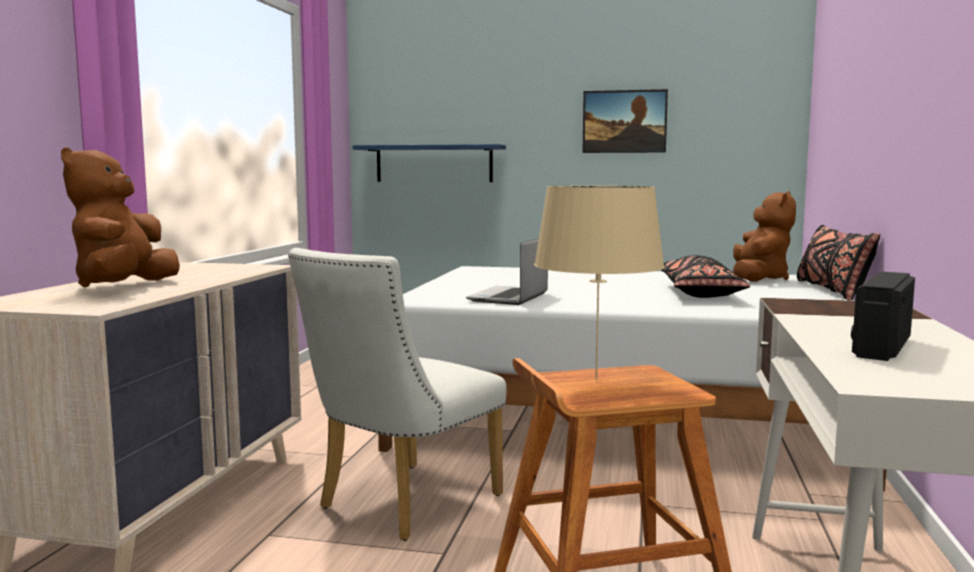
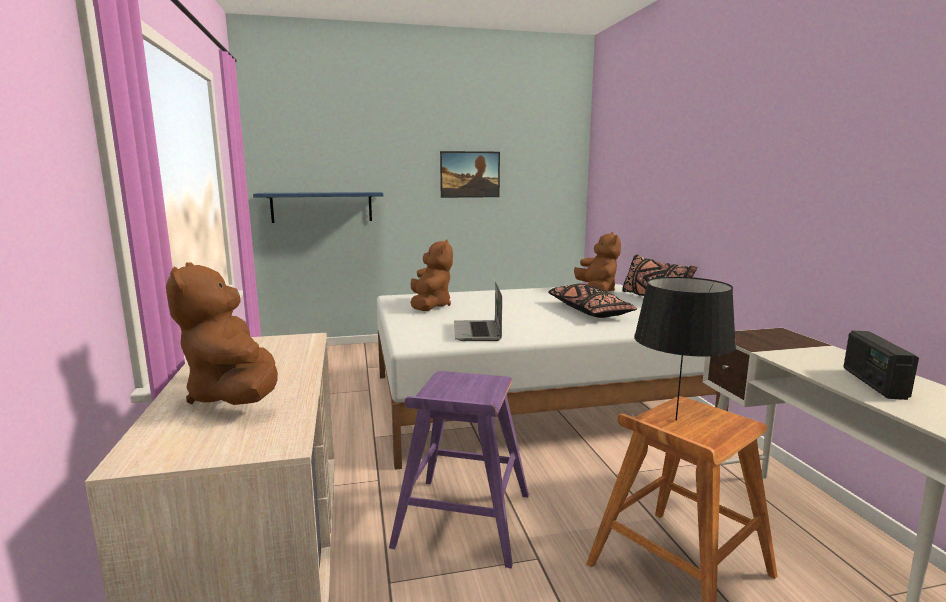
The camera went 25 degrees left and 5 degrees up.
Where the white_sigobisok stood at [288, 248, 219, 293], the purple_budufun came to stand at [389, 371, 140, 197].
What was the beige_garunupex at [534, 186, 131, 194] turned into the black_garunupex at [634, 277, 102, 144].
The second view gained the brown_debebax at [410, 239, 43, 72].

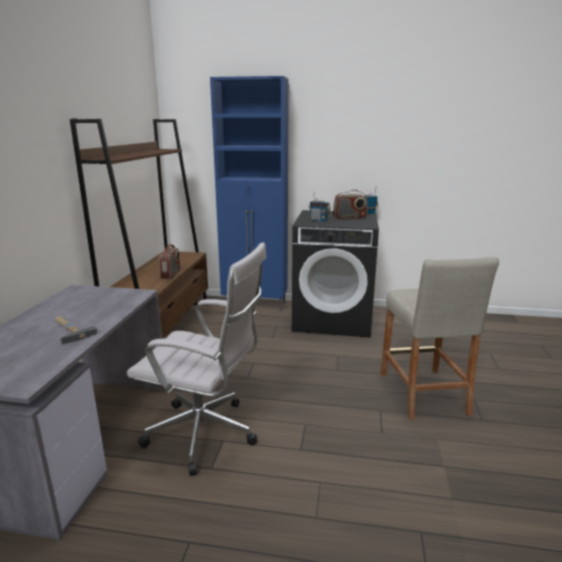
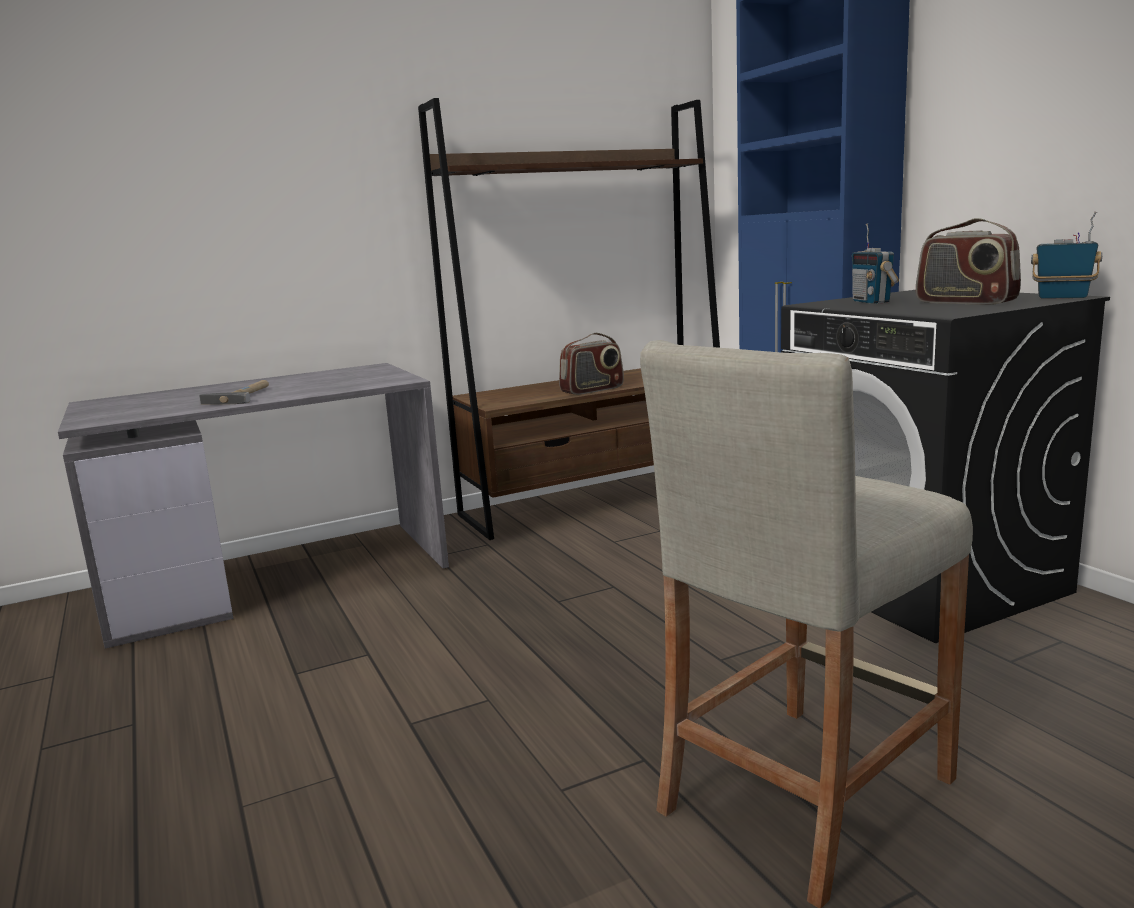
The camera went 55 degrees right and 5 degrees down.
The second view lost the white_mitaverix at [127, 242, 140, 234].

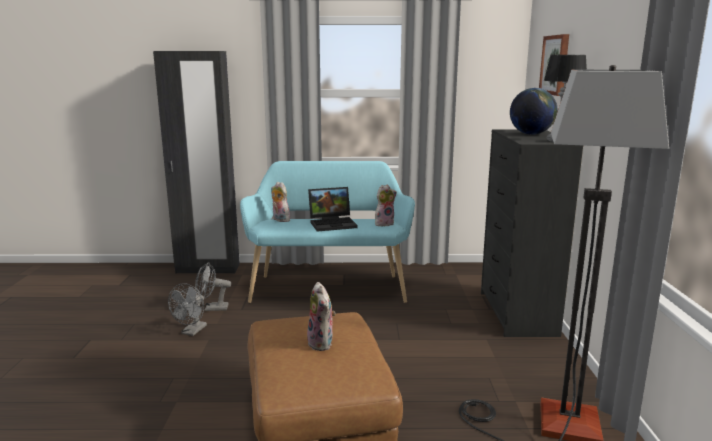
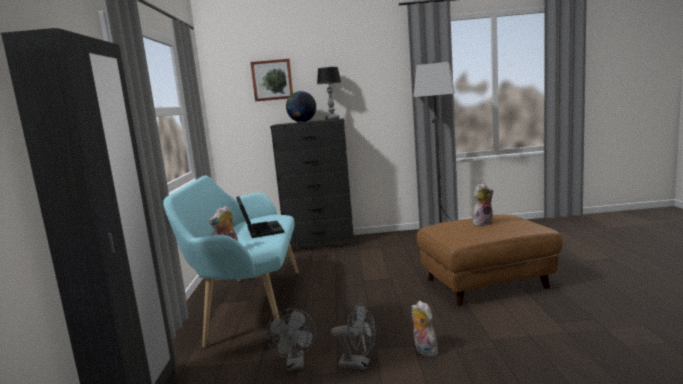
The camera went 90 degrees left and 5 degrees down.
The debebax ended up elsewhere, having gone from [375, 185, 22, 41] to [411, 301, 30, 56].

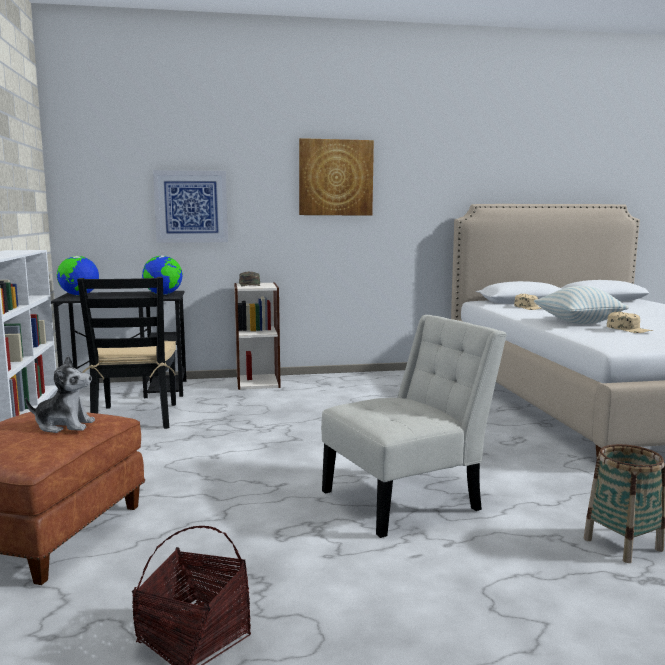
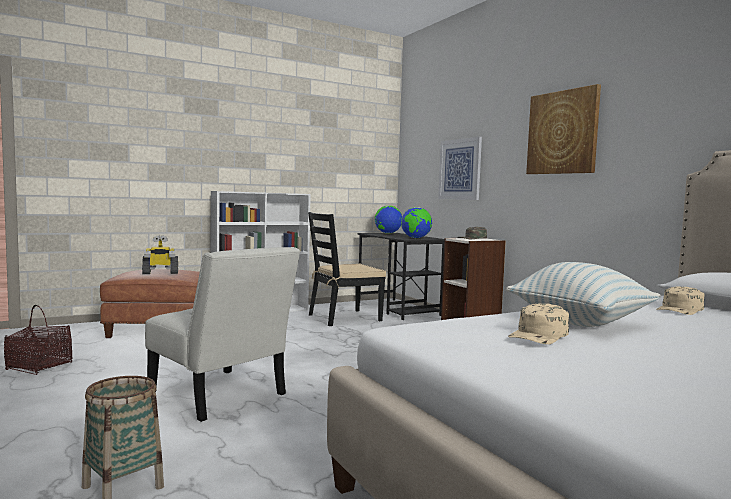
The camera went 70 degrees right and 5 degrees down.
Where the debebax stood at [26, 356, 69, 77], the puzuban came to stand at [142, 235, 36, 39].

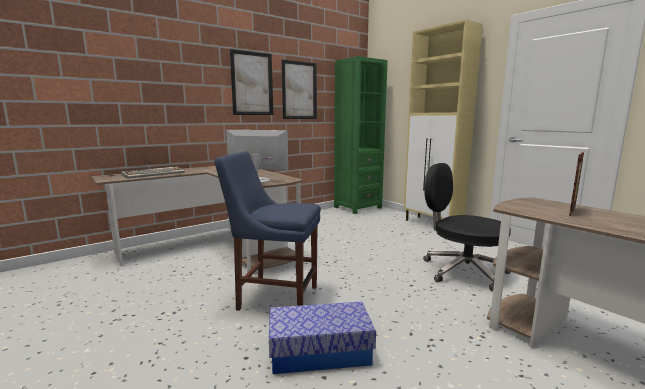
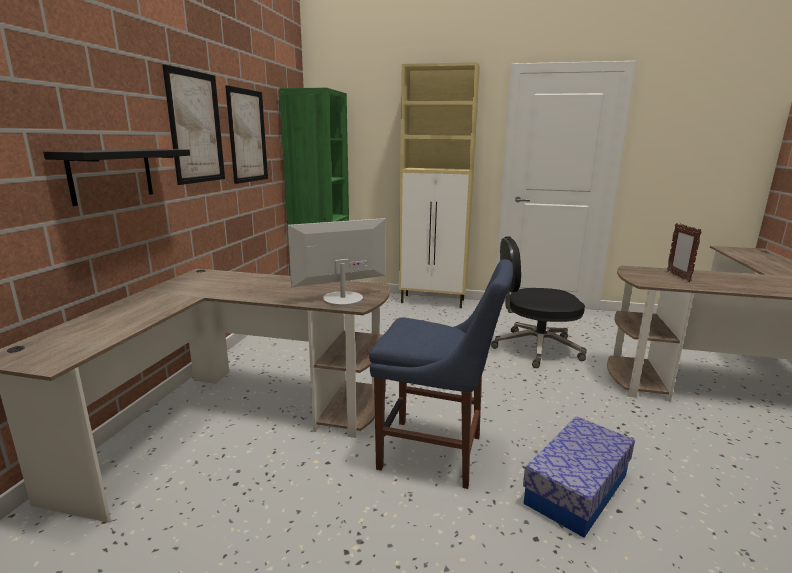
The camera went 40 degrees left and 5 degrees up.
The second view lost the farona at [121, 166, 64, 13].
The blue_sigobisok at [214, 151, 107, 160] ended up facing another way, 135 degrees counterclockwise from before.
The second view gained the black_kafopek at [43, 149, 147, 57].

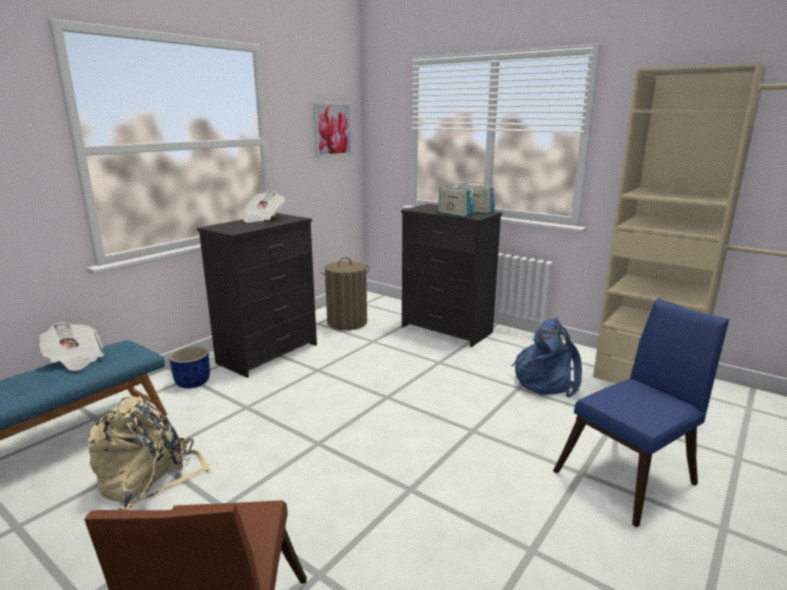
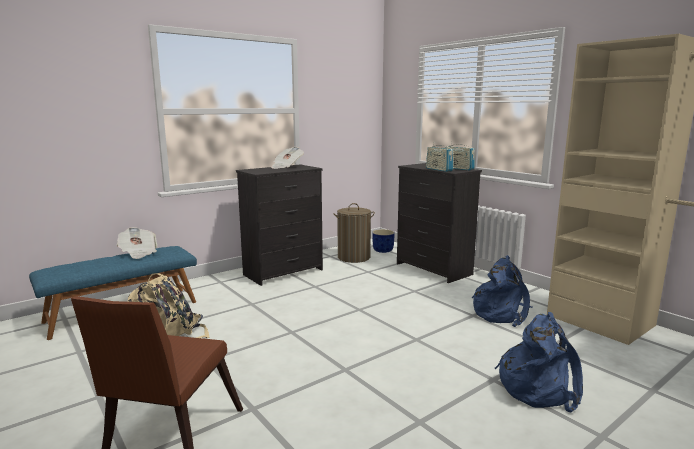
The camera went 15 degrees right and 5 degrees down.
The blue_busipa ended up elsewhere, having gone from [169, 346, 41, 43] to [372, 229, 23, 24].
The second view lost the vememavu at [313, 102, 39, 56].
Where the blue_sigobisok stood at [553, 298, 176, 230], the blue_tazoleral came to stand at [495, 312, 88, 100].

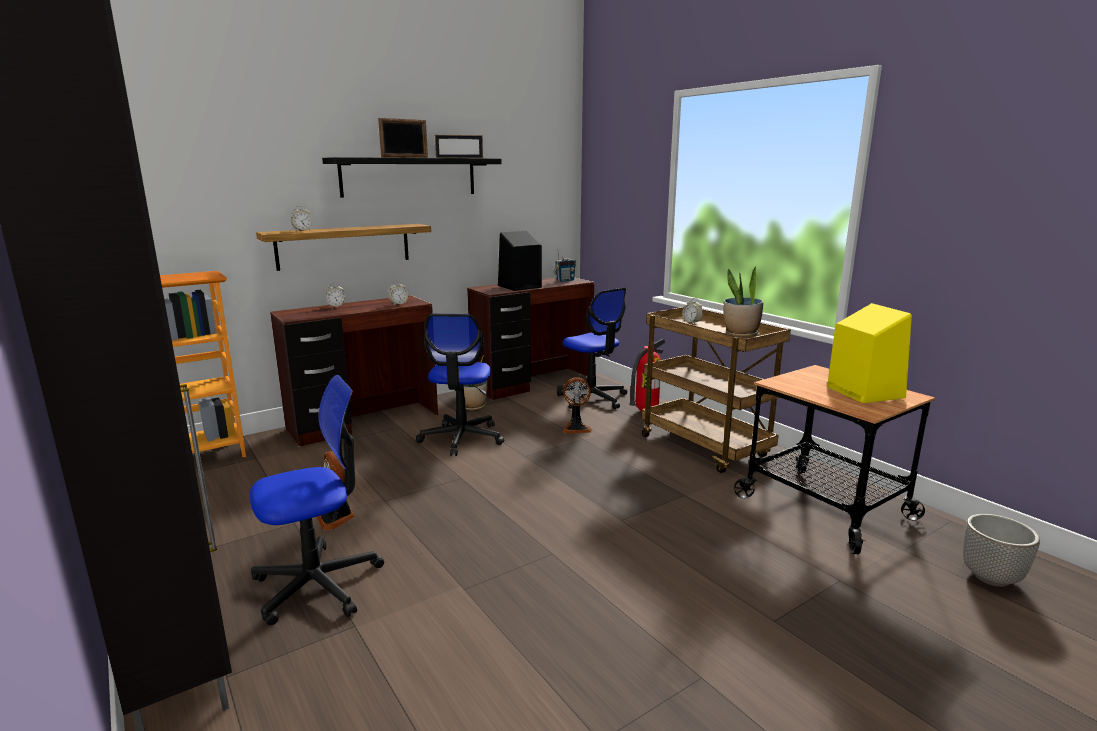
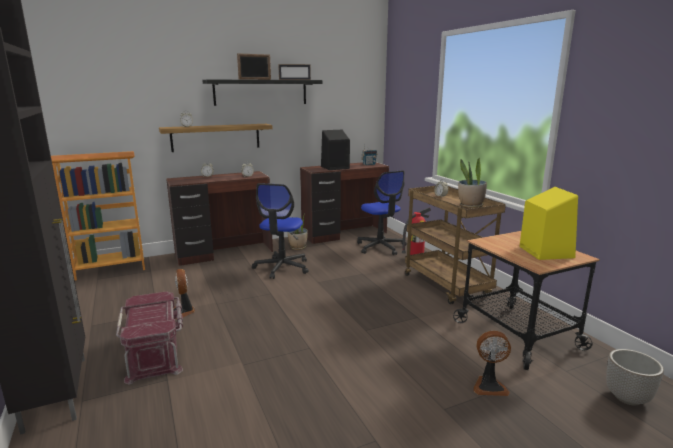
The camera went 10 degrees right and 0 degrees up.
Where the mitaverix stood at [250, 375, 134, 250], the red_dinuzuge came to stand at [116, 291, 67, 94].
The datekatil ended up elsewhere, having gone from [562, 377, 31, 57] to [473, 331, 38, 65].

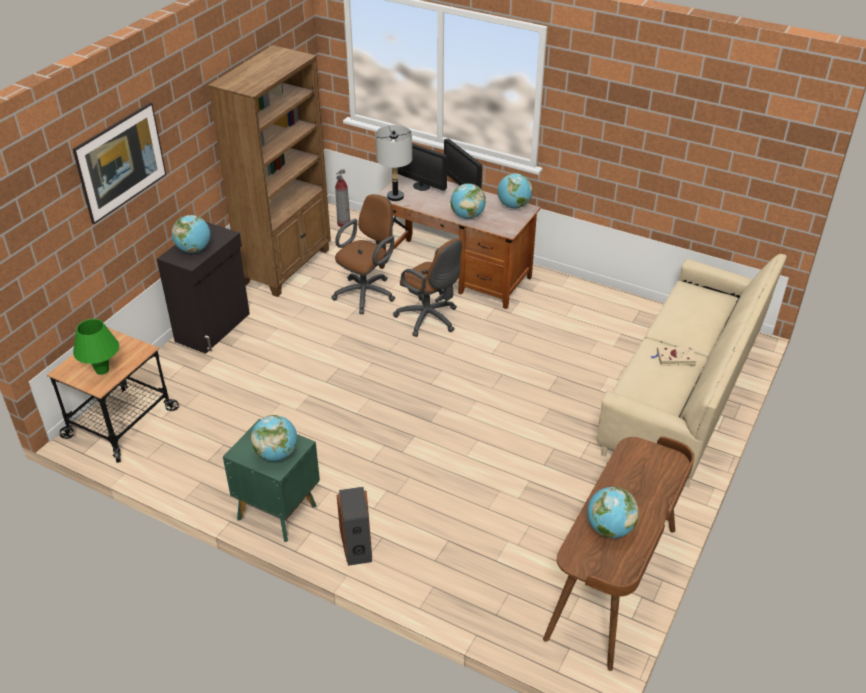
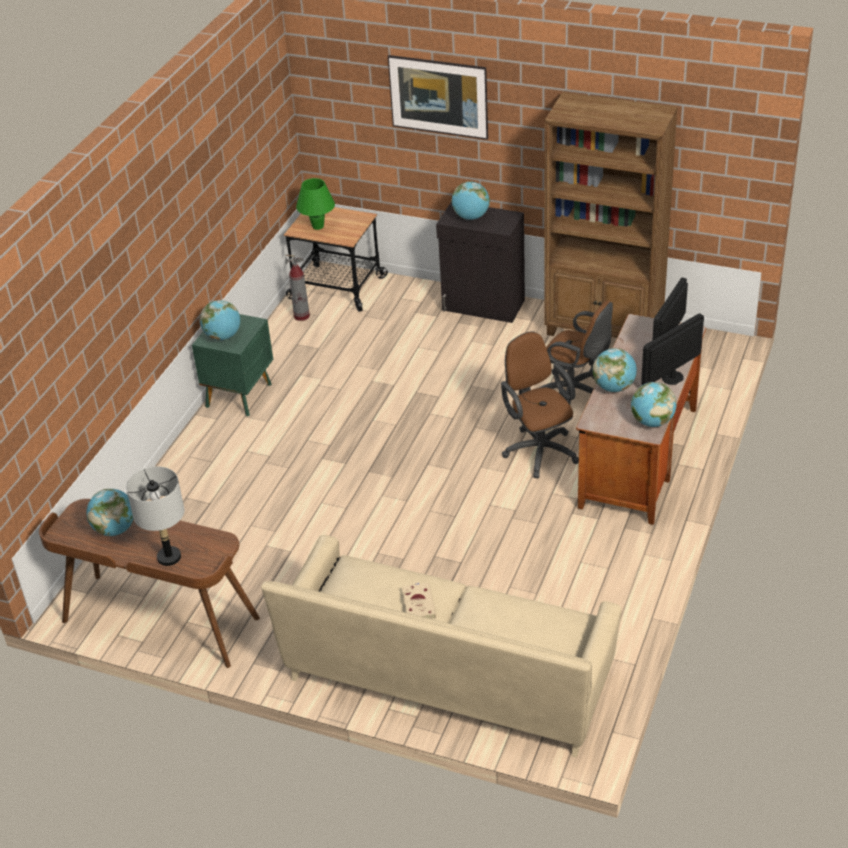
The camera went 85 degrees right and 0 degrees up.
The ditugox ended up elsewhere, having gone from [335, 169, 15, 58] to [285, 255, 25, 66].
The second view lost the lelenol at [337, 487, 35, 79].
The grey_garunupex ended up elsewhere, having gone from [376, 125, 36, 76] to [126, 466, 58, 100].
The brown_mitaverix at [393, 238, 69, 99] ended up facing another way, 120 degrees clockwise from before.

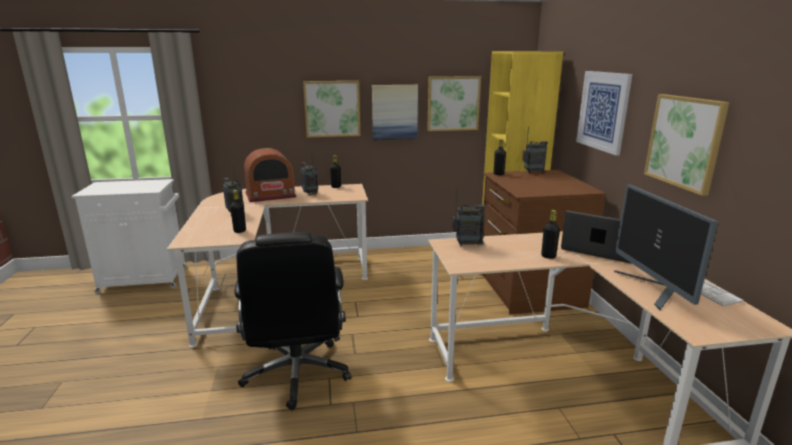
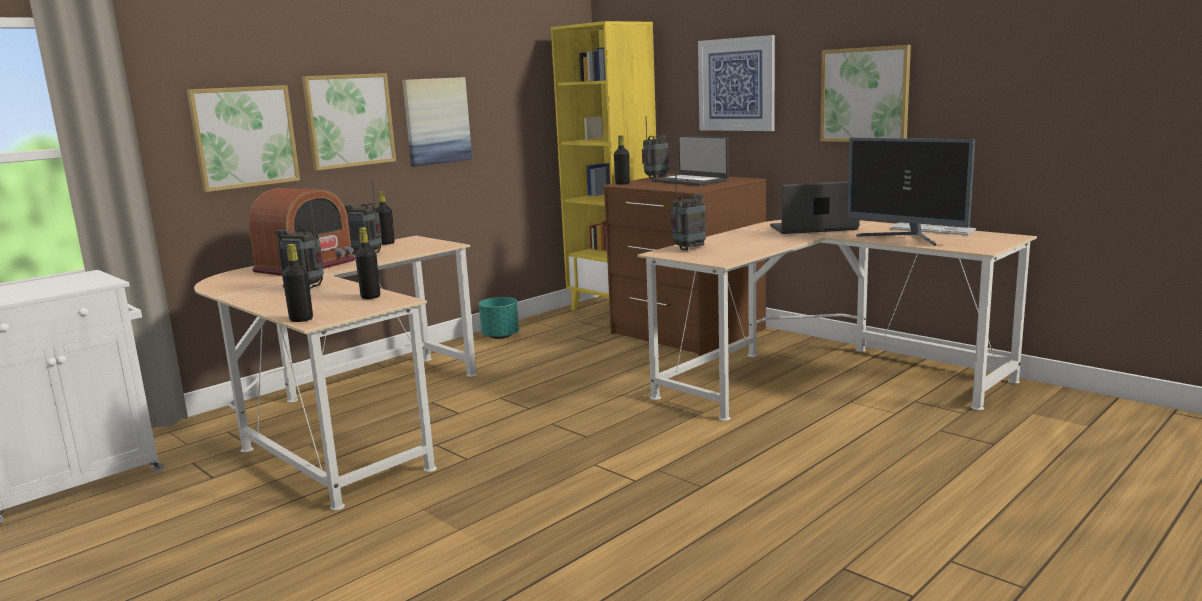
The camera went 35 degrees left and 5 degrees down.
The second view lost the black_mitaverix at [234, 232, 117, 178].
The vememavu ended up elsewhere, having gone from [427, 76, 54, 55] to [187, 85, 113, 107].
The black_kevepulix ended up elsewhere, having gone from [541, 210, 19, 49] to [282, 244, 31, 78].
The second view gained the turquoise_busipa at [479, 297, 40, 42].
The second view gained the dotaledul at [651, 136, 78, 50].

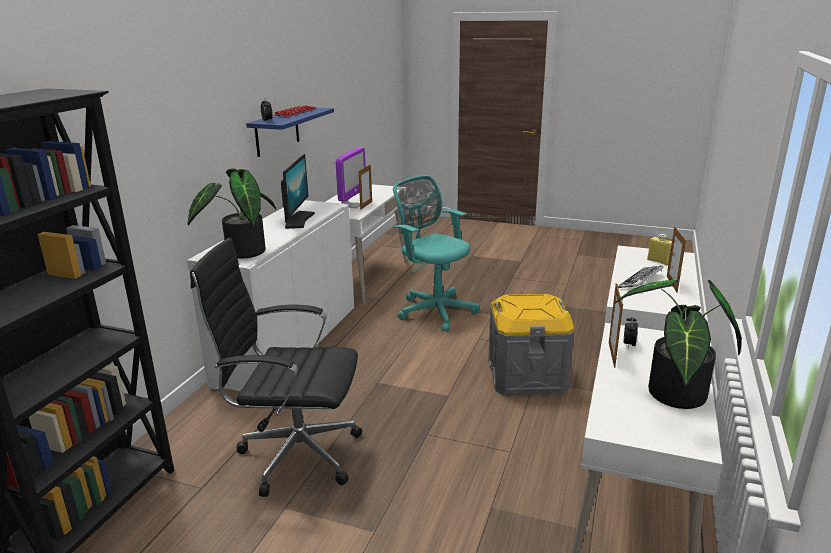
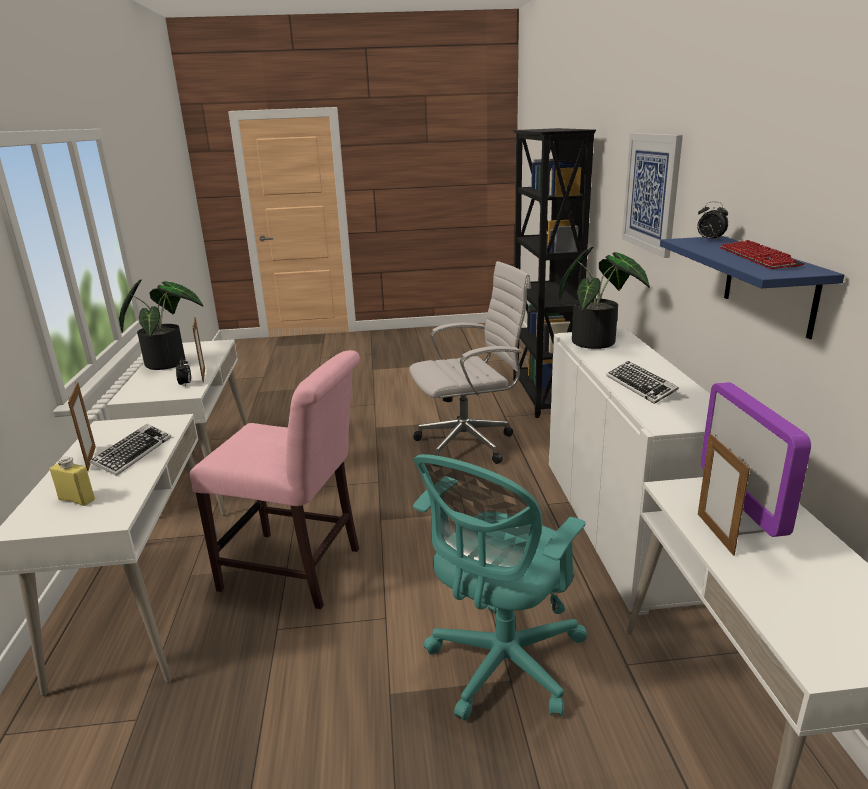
The camera went 155 degrees right and 0 degrees up.
What was the black_mitaverix at [190, 238, 172, 259] turned into the white_mitaverix at [409, 261, 122, 203].
Where the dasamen stood at [281, 154, 34, 75], the farona came to stand at [607, 361, 72, 43].
The turquoise_mitaverix at [393, 175, 87, 157] ended up facing another way, 105 degrees clockwise from before.
Where the grey_dinuzuge stood at [488, 294, 86, 101], the pink_sigobisok came to stand at [190, 350, 170, 259].
The second view gained the vememavu at [622, 133, 61, 125].

